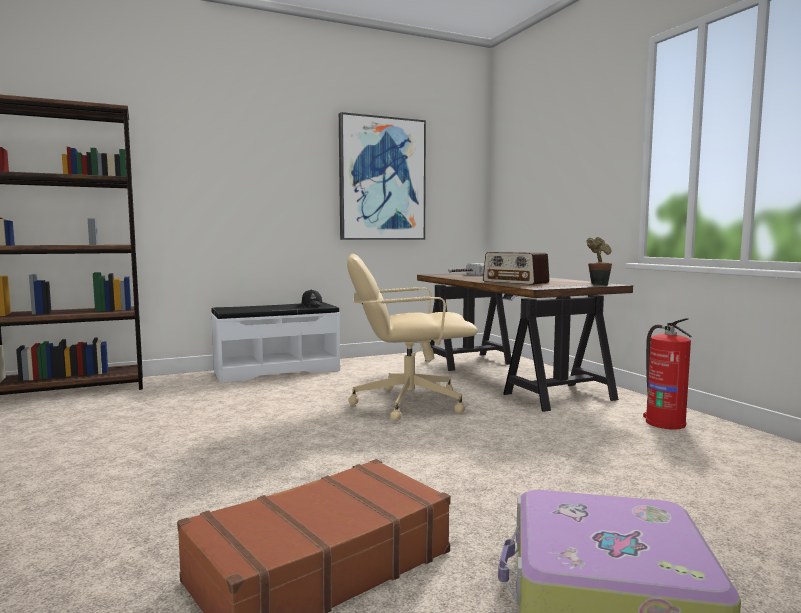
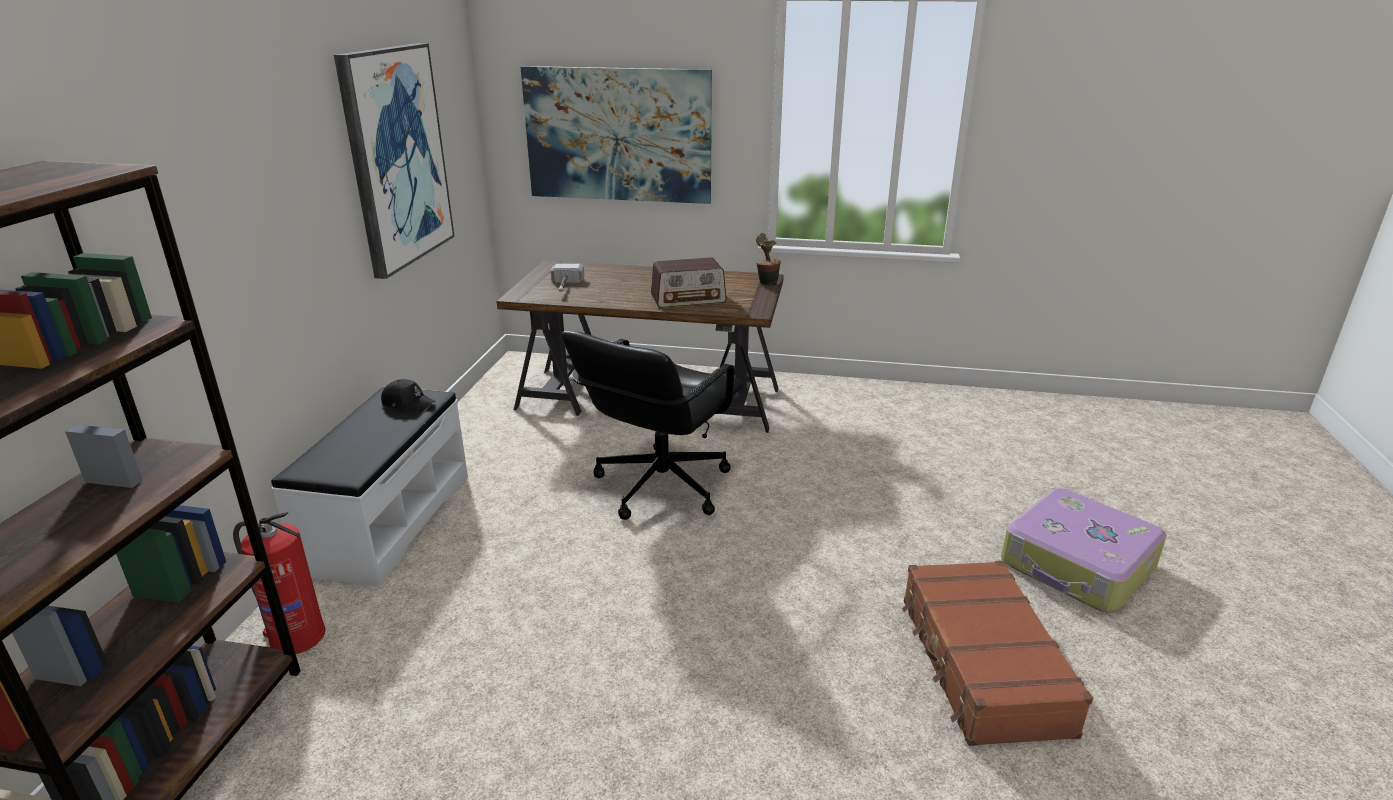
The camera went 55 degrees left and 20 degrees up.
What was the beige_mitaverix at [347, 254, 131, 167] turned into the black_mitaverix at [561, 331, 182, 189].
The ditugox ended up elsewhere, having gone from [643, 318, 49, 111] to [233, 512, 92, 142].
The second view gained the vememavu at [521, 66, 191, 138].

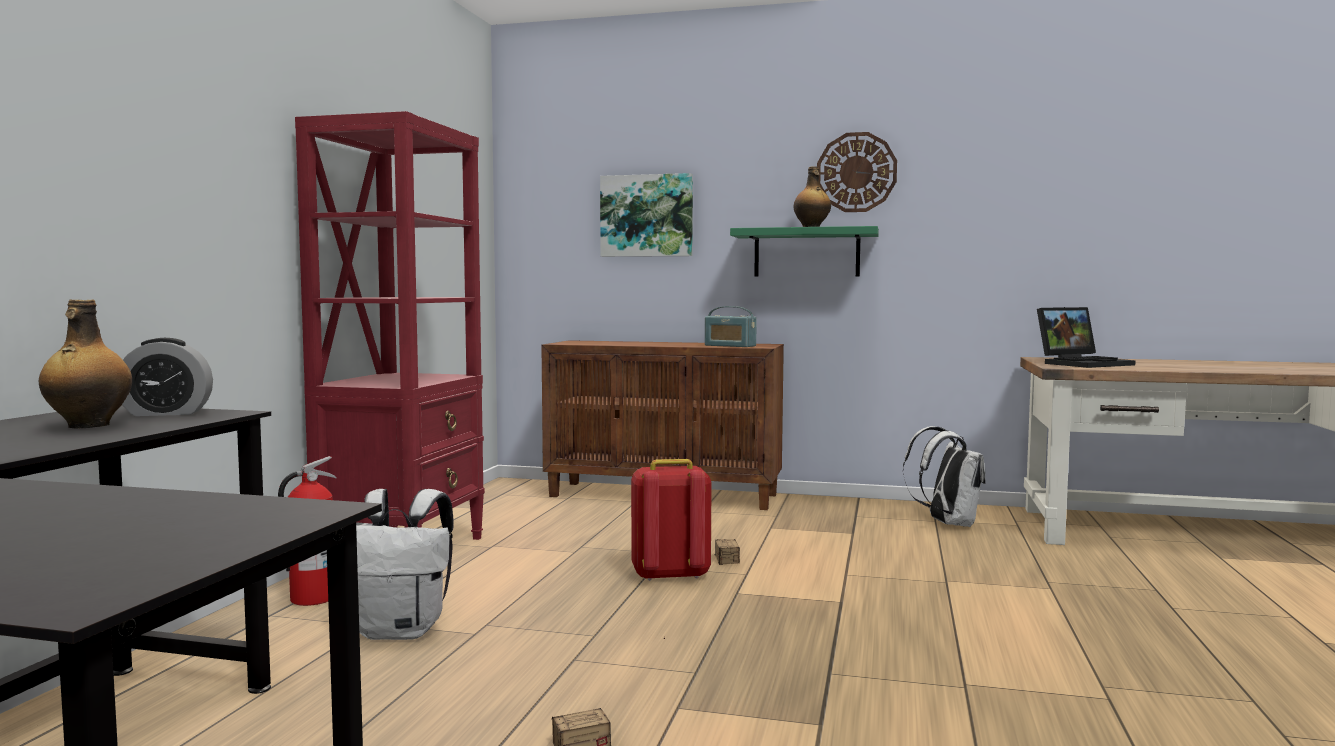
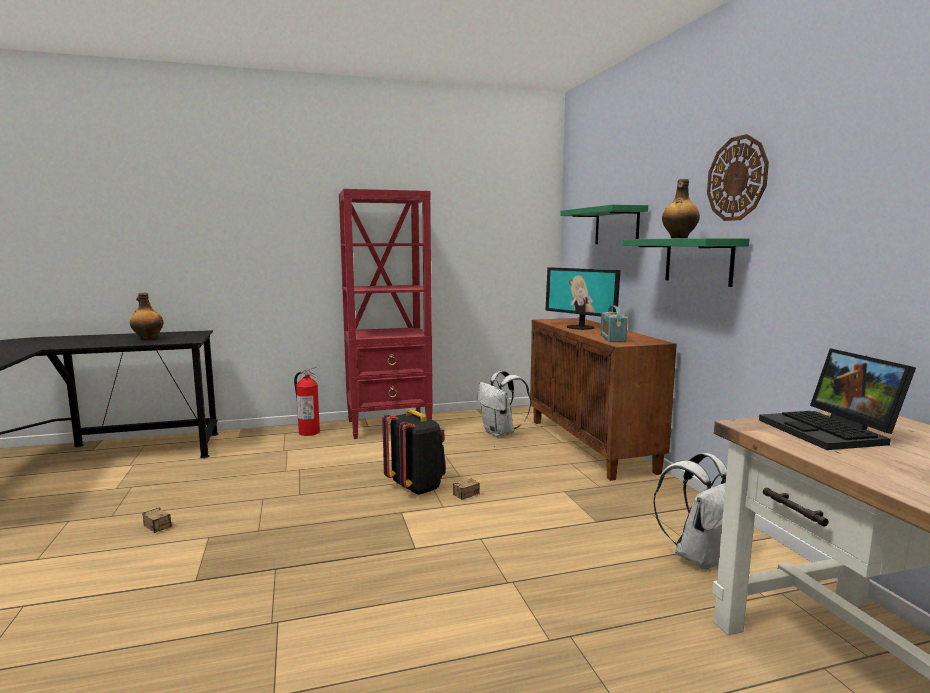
The camera went 60 degrees right and 5 degrees up.
The second view lost the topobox at [122, 338, 91, 78].
The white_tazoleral ended up elsewhere, having gone from [356, 489, 98, 151] to [477, 371, 54, 66].
Where the vememavu hung at [600, 173, 93, 84], the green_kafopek came to hang at [560, 204, 88, 40].
What was the red_tazoleral at [631, 459, 81, 122] turned into the black_tazoleral at [382, 409, 64, 86].
The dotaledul at [1037, 307, 99, 61] ended up facing another way, 45 degrees clockwise from before.
The second view gained the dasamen at [545, 267, 75, 63].

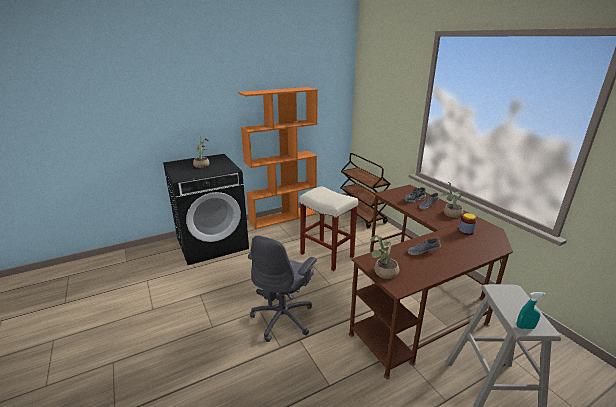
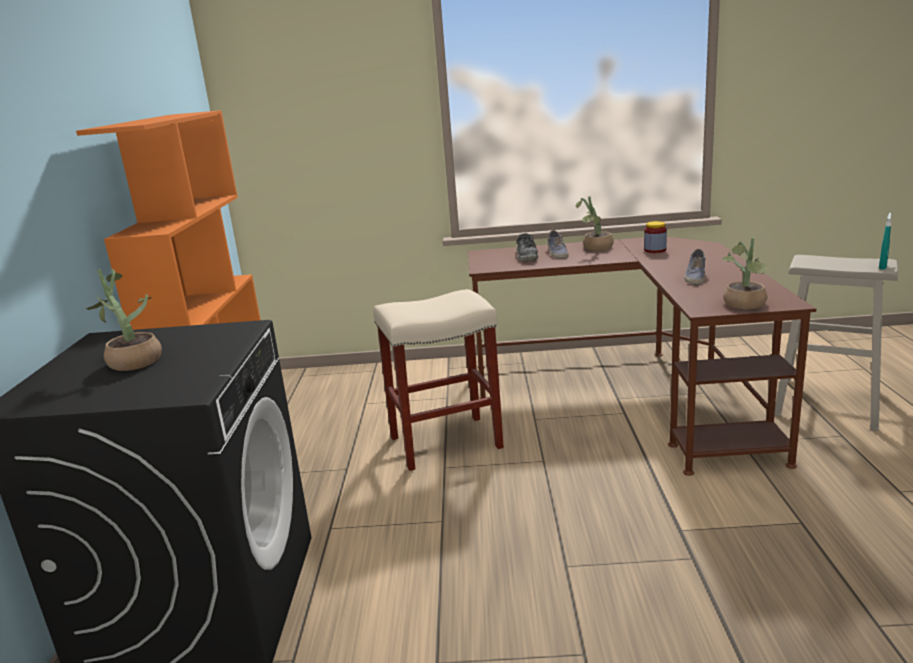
The camera went 60 degrees left and 5 degrees down.
The second view lost the grey_mitaverix at [248, 235, 69, 107].
The second view lost the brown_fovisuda at [340, 153, 50, 75].

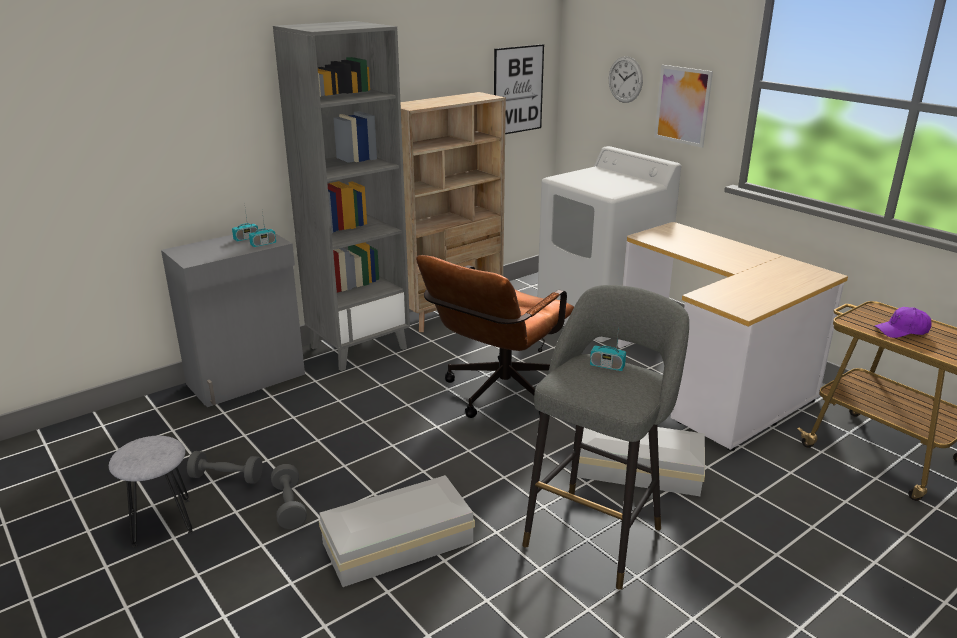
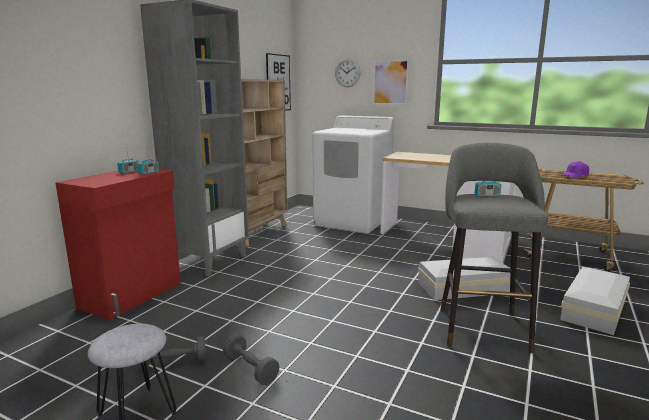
The camera went 25 degrees left and 10 degrees down.
What was the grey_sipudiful at [161, 228, 144, 179] turned into the red_sipudiful at [55, 169, 126, 151].
The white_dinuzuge ended up elsewhere, having gone from [319, 475, 156, 112] to [560, 267, 70, 68].
The second view lost the brown_mitaverix at [416, 255, 158, 163].

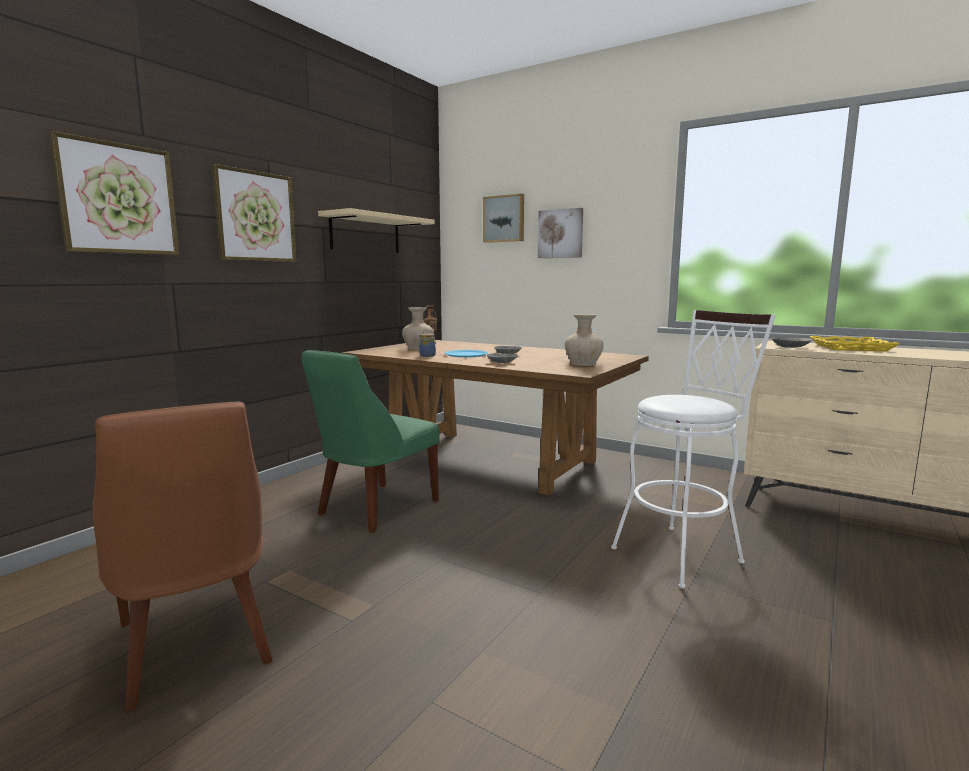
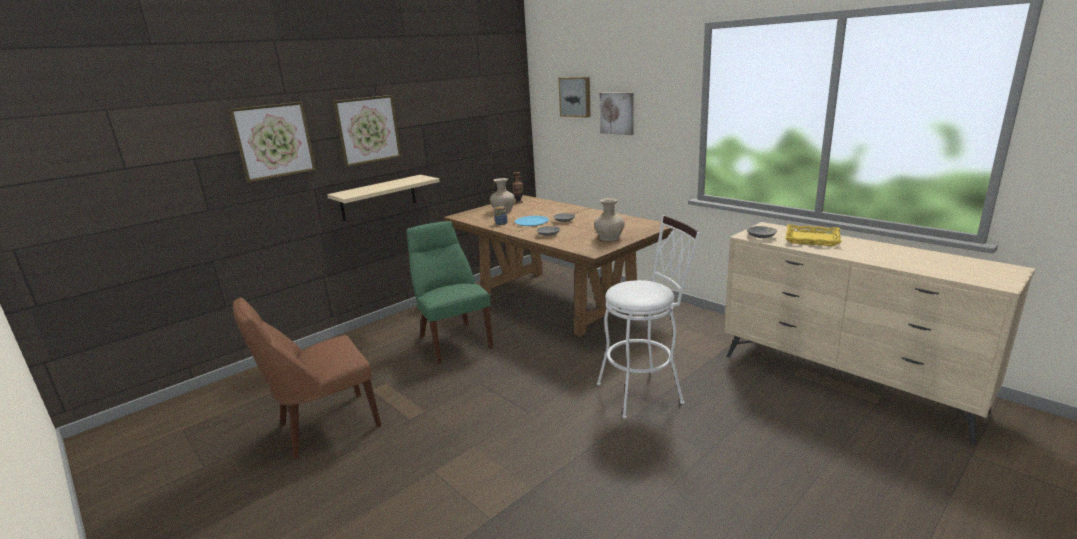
The camera went 15 degrees right and 10 degrees up.
The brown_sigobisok at [93, 402, 180, 310] ended up facing another way, 75 degrees clockwise from before.
The green_sigobisok at [302, 350, 138, 183] ended up facing another way, 105 degrees clockwise from before.
The beige_kafopek ended up elsewhere, having gone from [318, 208, 117, 45] to [327, 175, 113, 46].

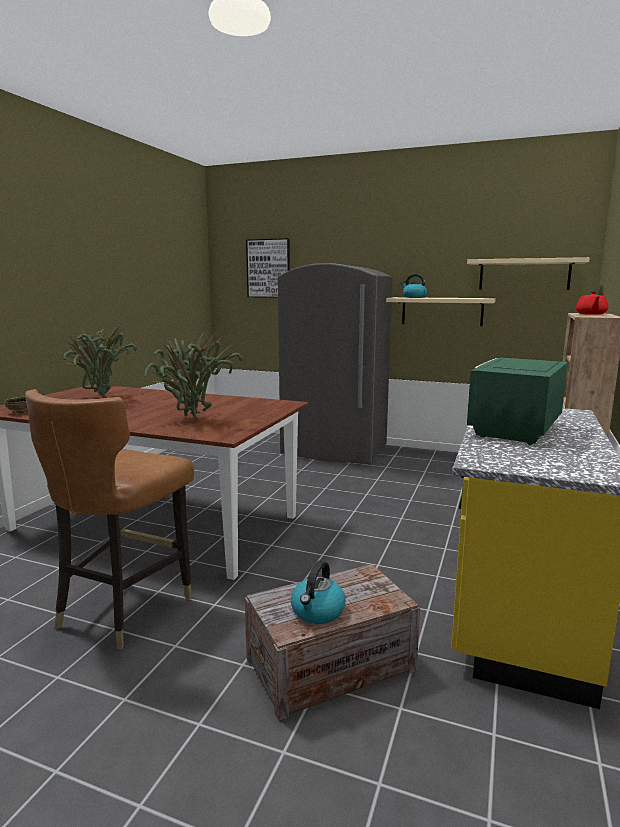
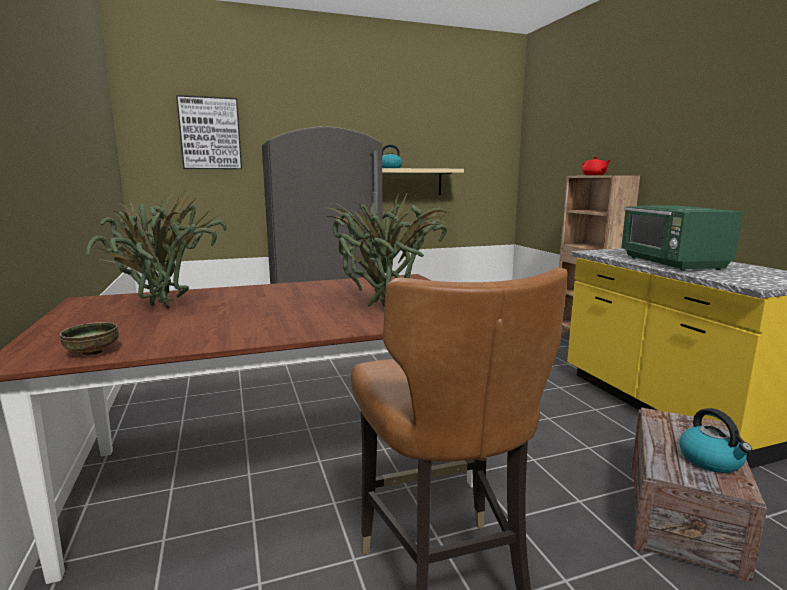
The camera went 40 degrees left and 0 degrees up.
The second view lost the beige_kafopek at [467, 257, 123, 33].

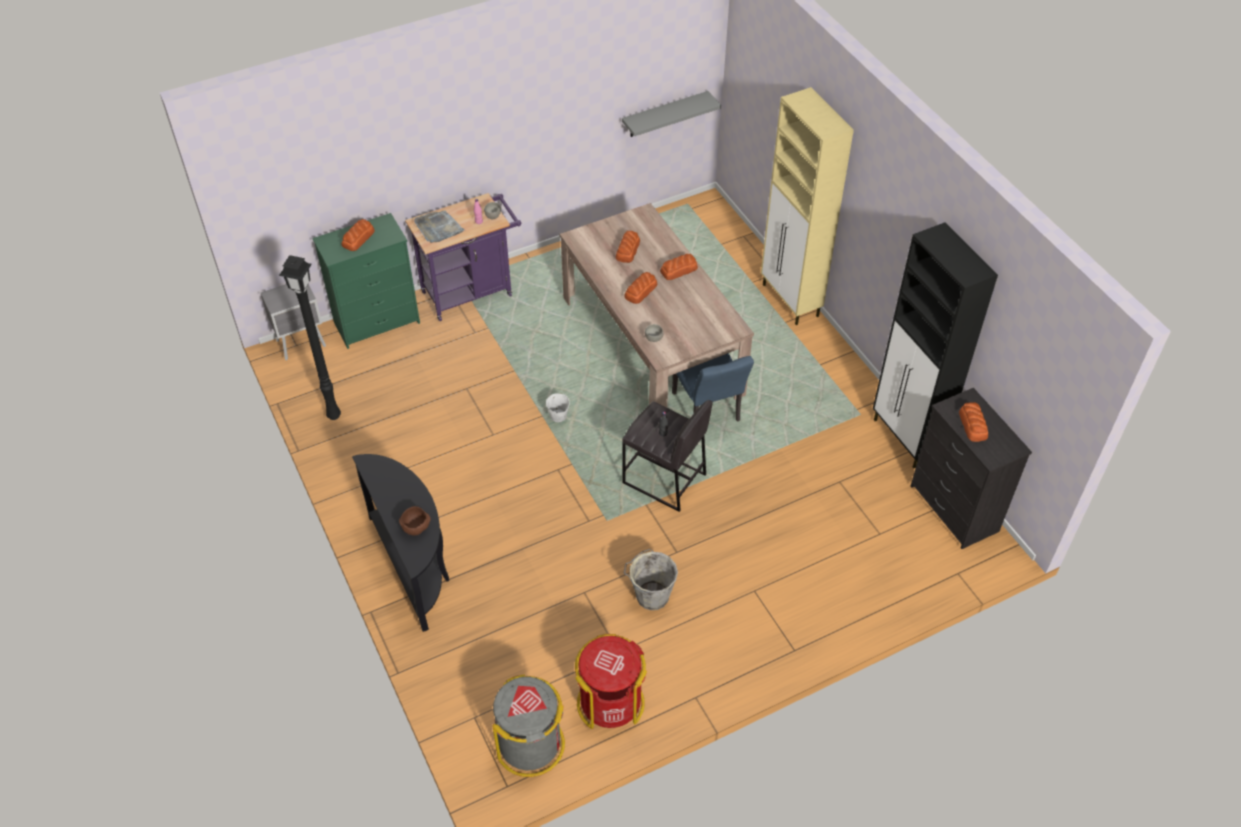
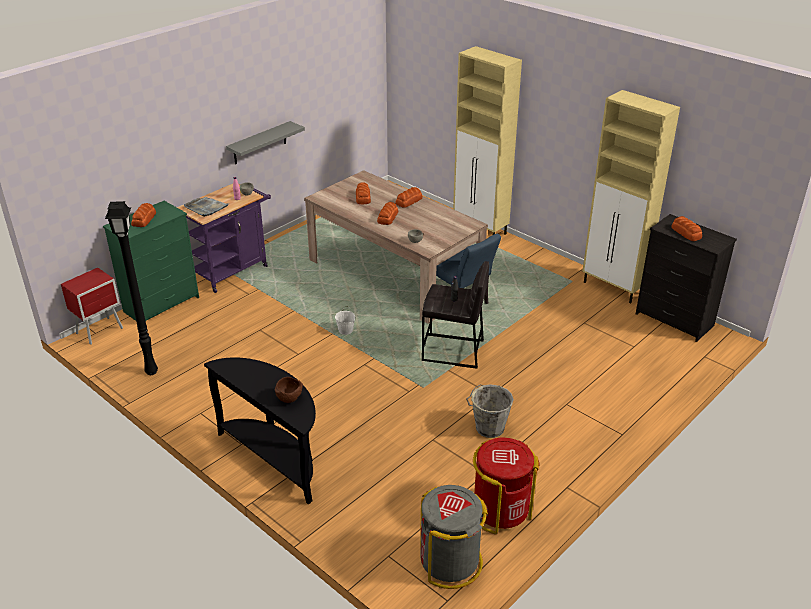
The camera went 20 degrees left and 15 degrees down.
What was the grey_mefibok at [261, 284, 65, 76] turned into the red_mefibok at [61, 268, 62, 77].
The grey_kafopek ended up elsewhere, having gone from [622, 91, 99, 46] to [226, 121, 79, 43].
What was the black_sipudiful at [873, 222, 125, 246] turned into the beige_sipudiful at [582, 90, 98, 214].

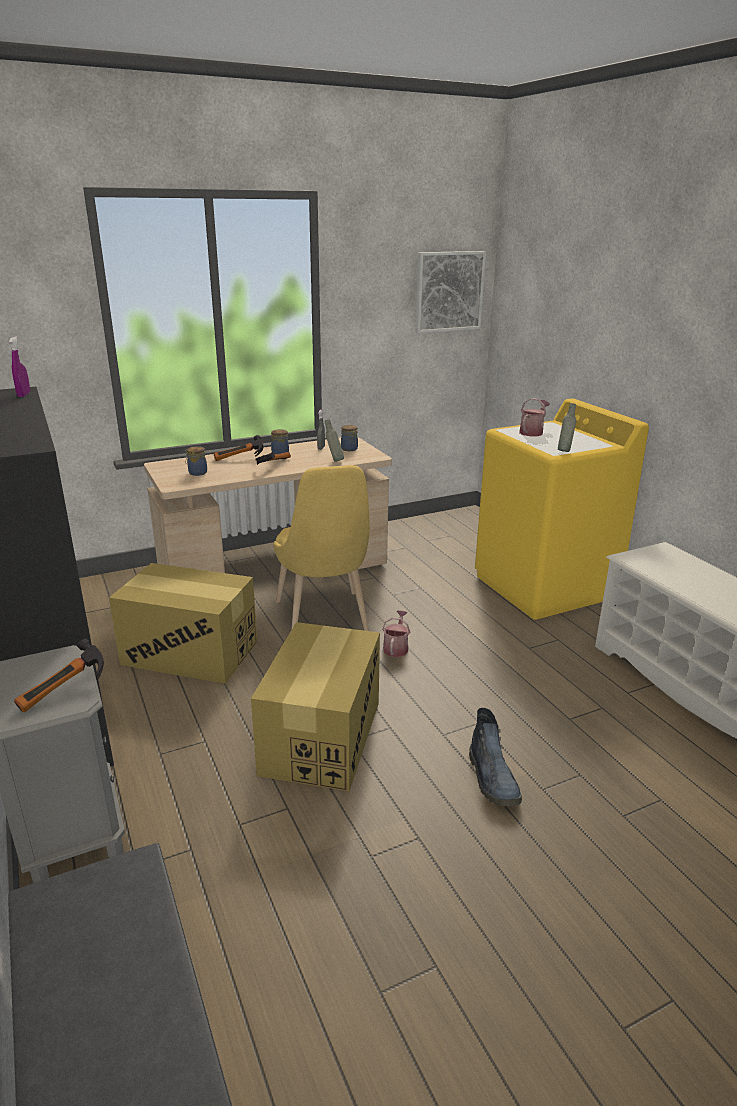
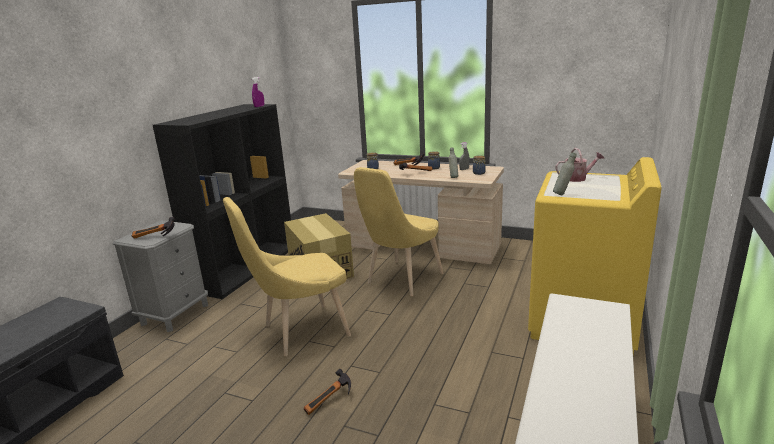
The camera went 50 degrees right and 5 degrees down.
Where the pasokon stood at [251, 622, 129, 169], the yellow_sigobisok came to stand at [223, 197, 128, 159].
The second view lost the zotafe at [382, 610, 28, 47].
The second view lost the vememavu at [415, 251, 71, 82].
Where the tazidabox stood at [469, 708, 53, 98], the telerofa came to stand at [303, 369, 48, 46].

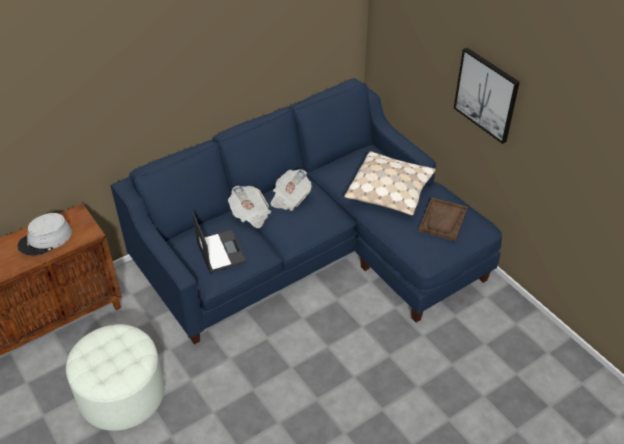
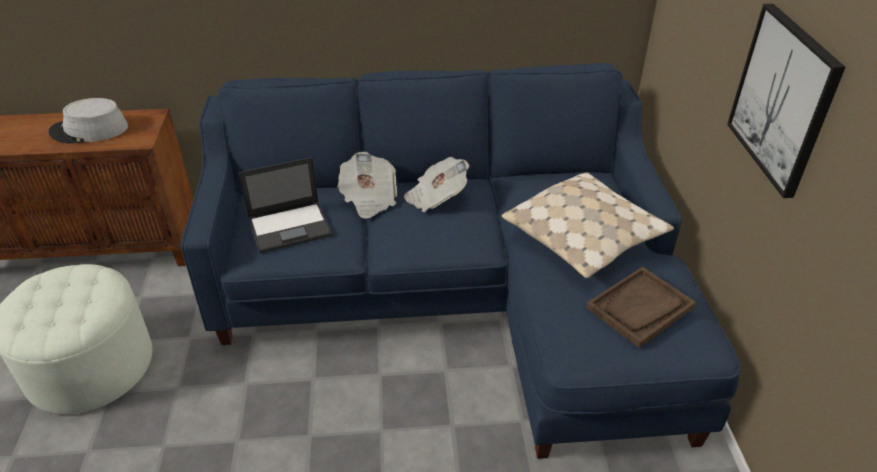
The camera went 30 degrees right and 5 degrees down.
The dotaledul at [193, 212, 54, 61] ended up facing another way, 60 degrees clockwise from before.

